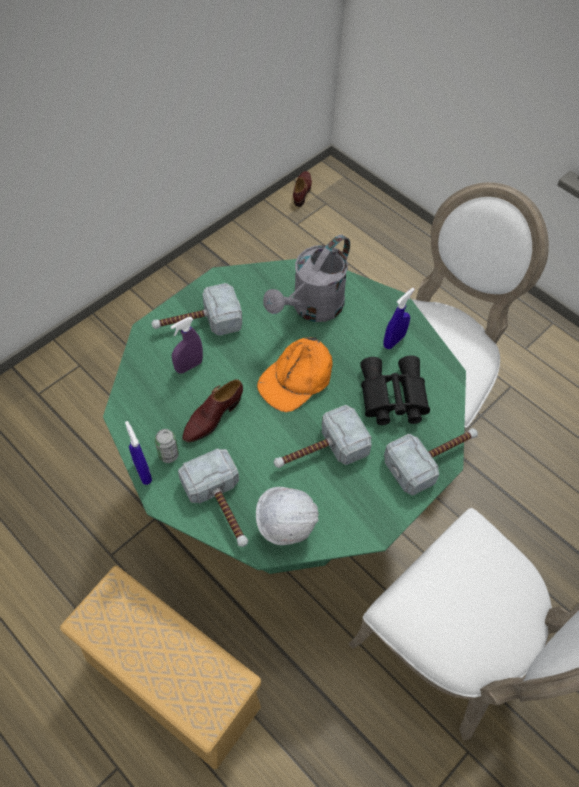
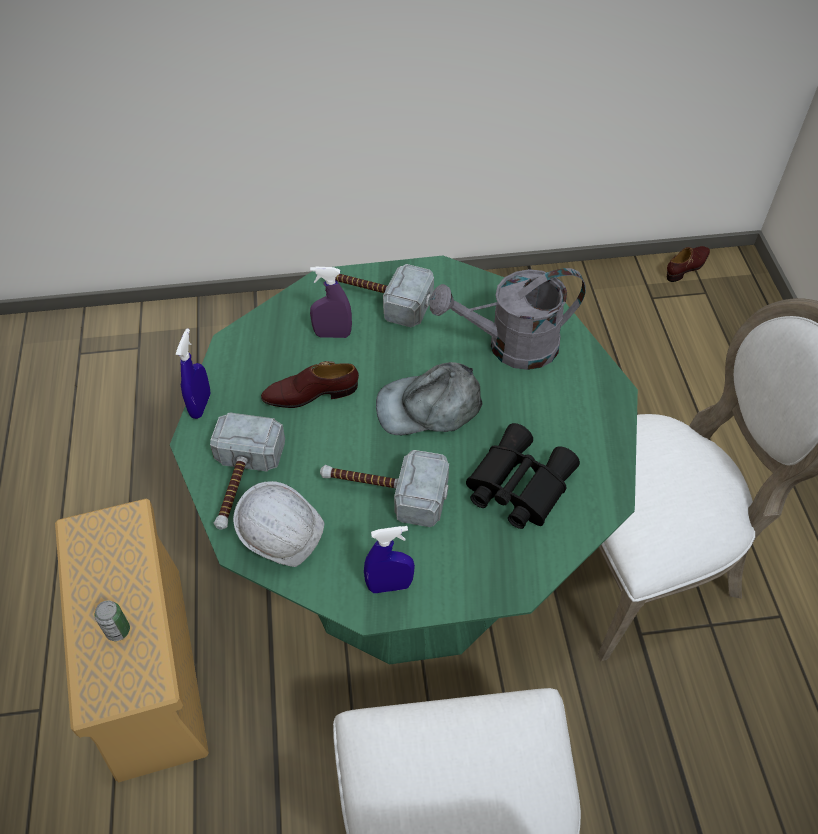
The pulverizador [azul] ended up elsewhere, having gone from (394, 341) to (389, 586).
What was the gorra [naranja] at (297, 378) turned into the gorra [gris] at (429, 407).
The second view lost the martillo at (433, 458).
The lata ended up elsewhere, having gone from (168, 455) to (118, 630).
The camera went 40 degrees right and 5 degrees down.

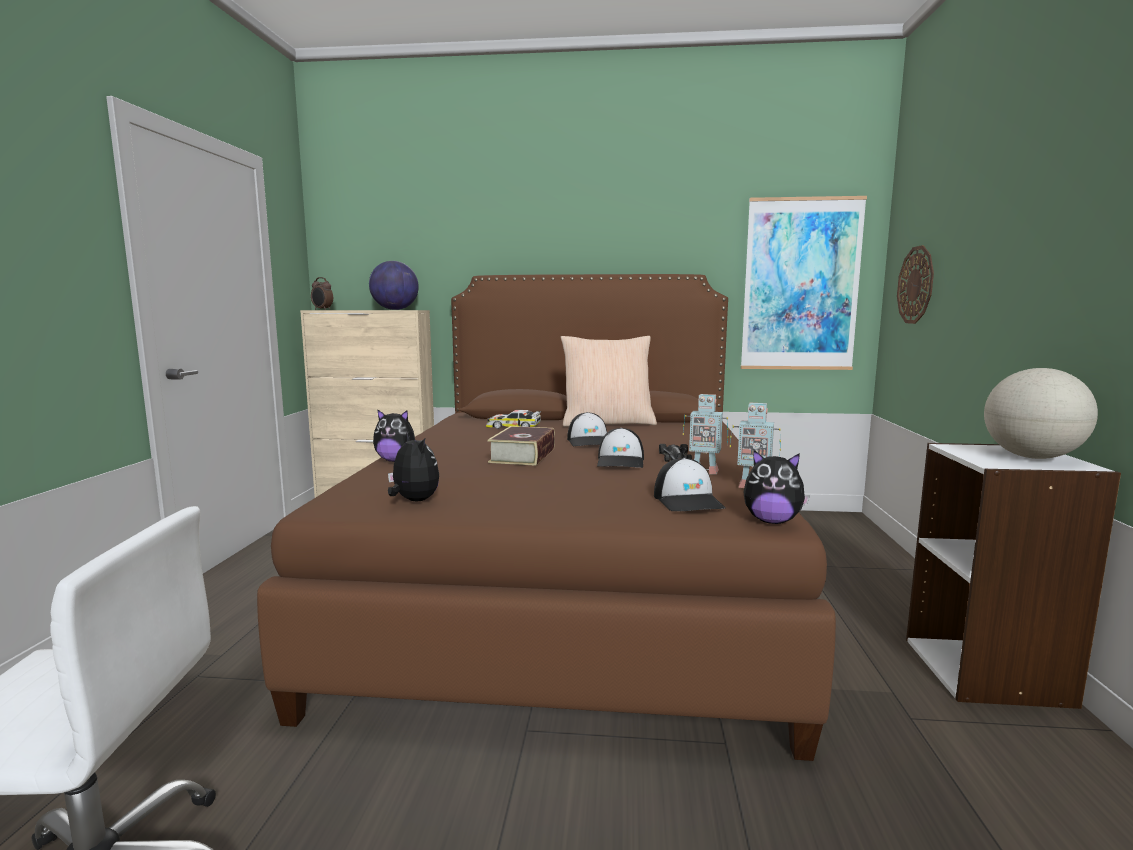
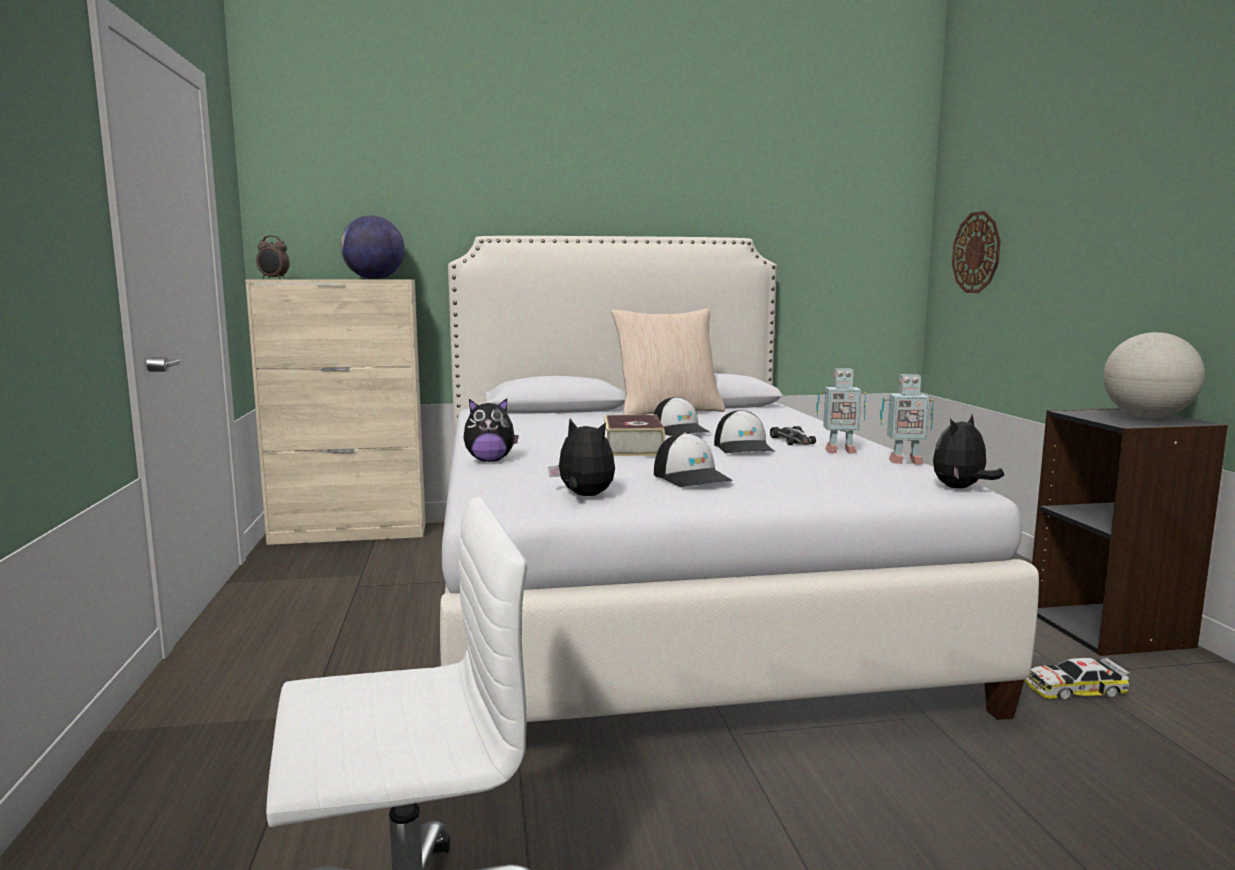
The second view lost the cuadro at (800, 285).
What was the cama [marrón] at (569, 580) turned into the cama [blanco] at (660, 594).
The coche de juguete ended up elsewhere, having gone from (513, 427) to (1074, 689).
What was the estantería [blanco] at (987, 671) turned into the estantería [negro] at (1110, 628).
The peluche at (772, 521) ended up facing another way, 135 degrees clockwise from before.
The gorra ended up elsewhere, having gone from (688, 501) to (692, 477).
The camera went 15 degrees left and 0 degrees up.

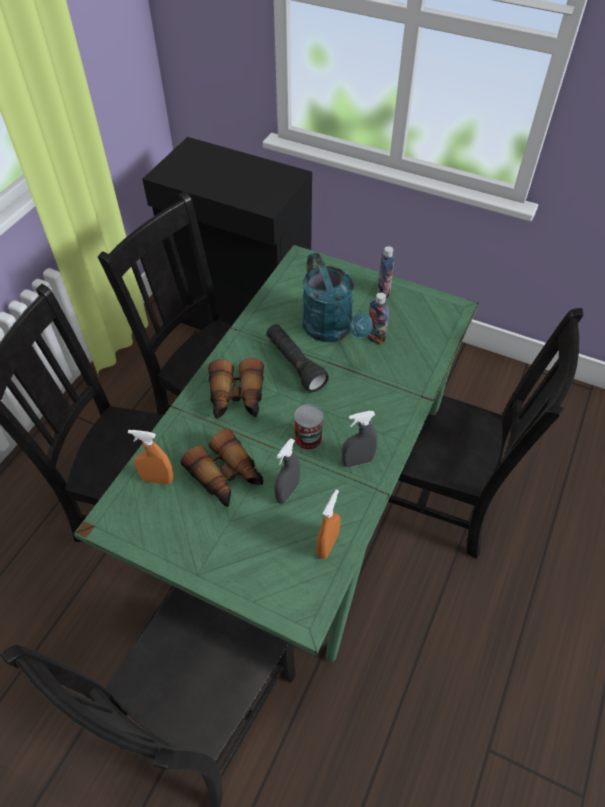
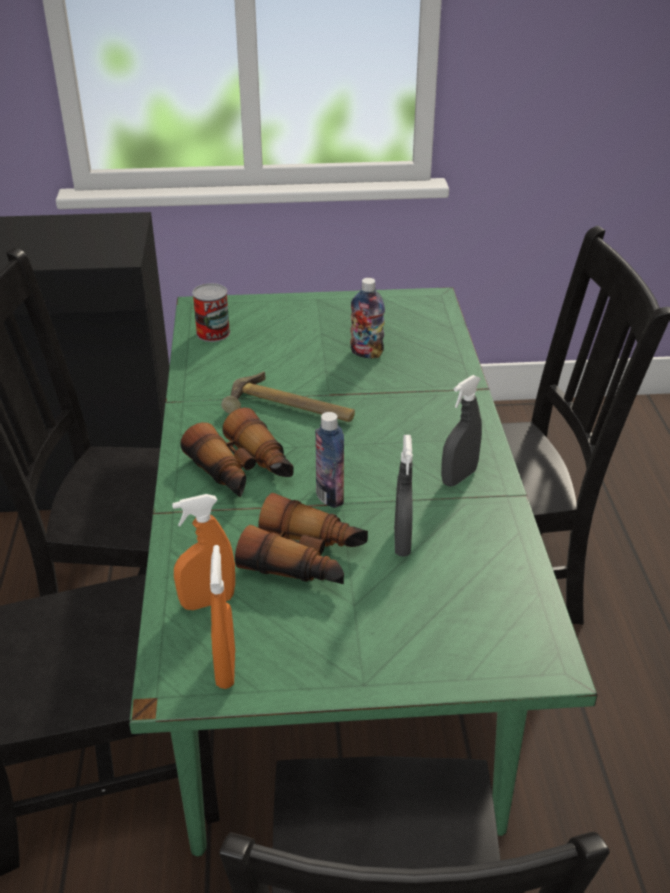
The botella ended up elsewhere, having gone from (383, 291) to (329, 496).
The second view lost the regadera [turquesa] at (332, 331).
Where the linterna [negro] stood at (294, 364), the martillo came to stand at (289, 411).
The lata ended up elsewhere, having gone from (308, 438) to (213, 333).
The pulverizador [naranja] ended up elsewhere, having gone from (327, 545) to (226, 668).
The camera went 30 degrees left and 15 degrees down.

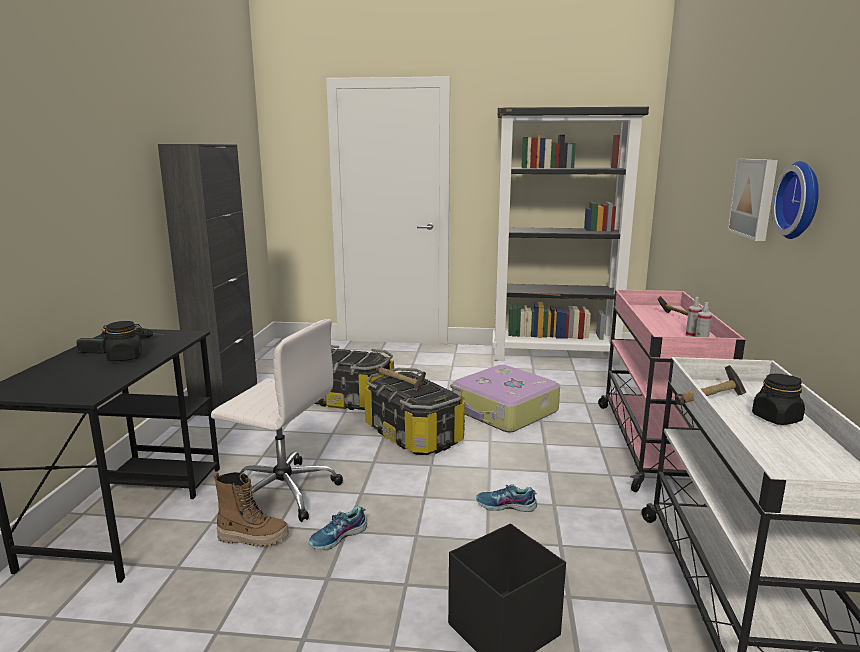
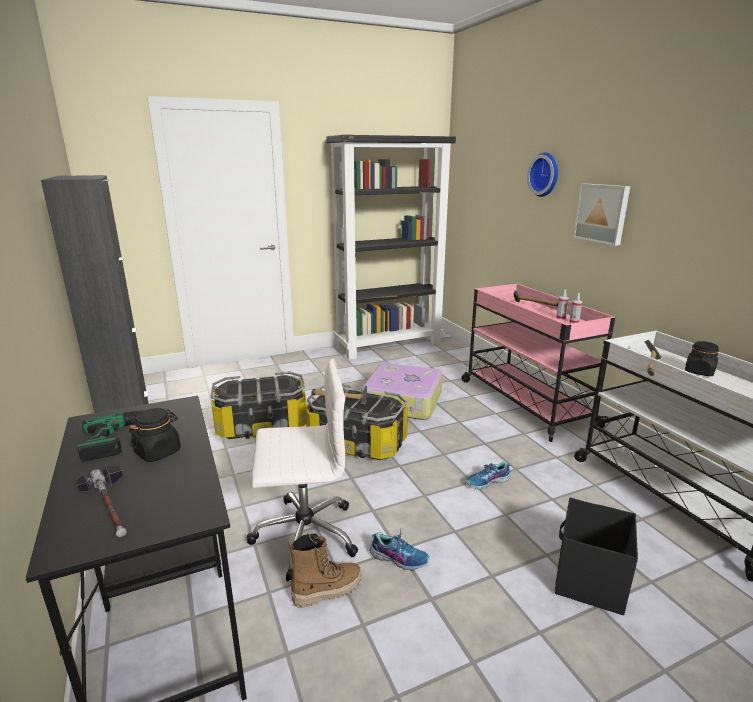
The reloj de pared ended up elsewhere, having gone from (802, 200) to (545, 174).
The zapato at (338, 537) ended up facing another way, 90 degrees counterclockwise from before.
The second view gained the martillo at (110, 505).
The camera went 30 degrees left and 5 degrees up.

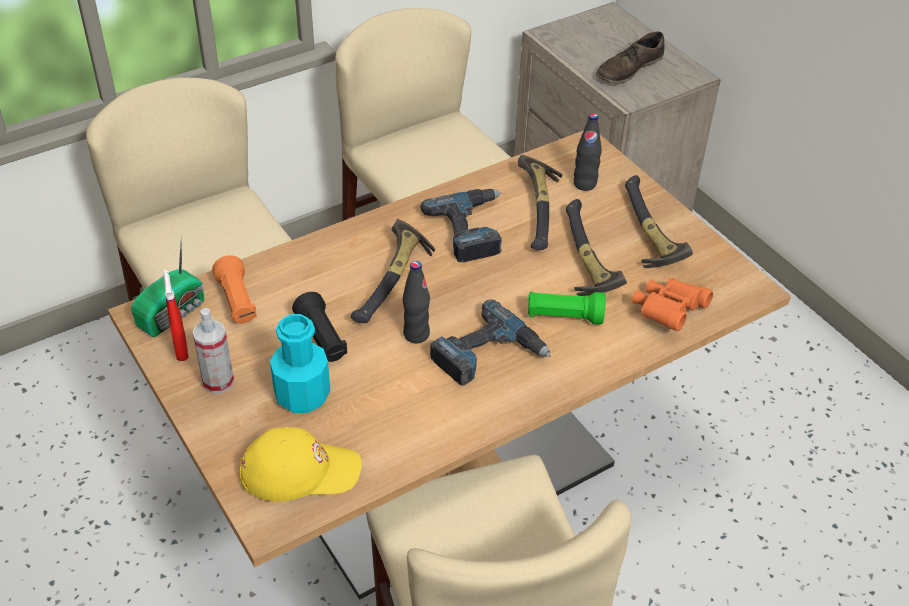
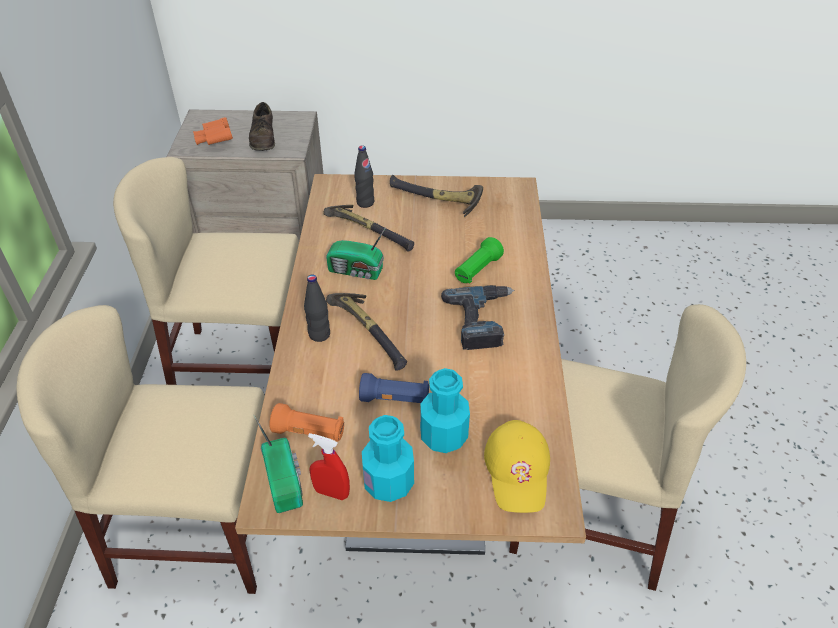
Where the taladro stood at (472, 229), the radio came to stand at (357, 271).
The second view lost the martillo at (584, 260).
The botella [negro] ended up elsewhere, having gone from (416, 334) to (319, 335).
The prismáticos [naranja] ended up elsewhere, having gone from (668, 312) to (215, 141).
What was the linterna [negro] at (322, 339) turned into the linterna [azul] at (395, 399).
Where the pulverizador stood at (218, 382), the botella [turquesa] came to stand at (389, 482).
The gorra [amarillo] at (300, 470) ended up facing another way, 150 degrees clockwise from before.
The camera went 55 degrees left and 0 degrees up.

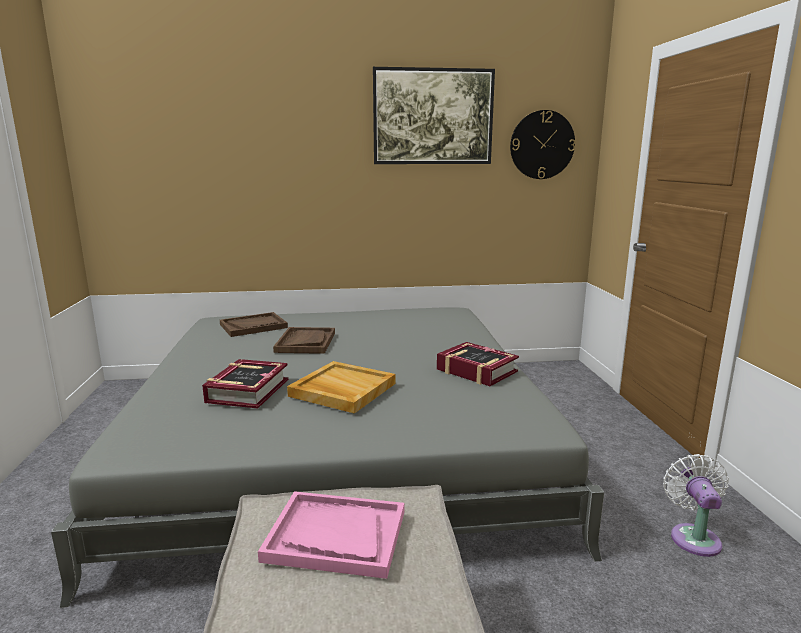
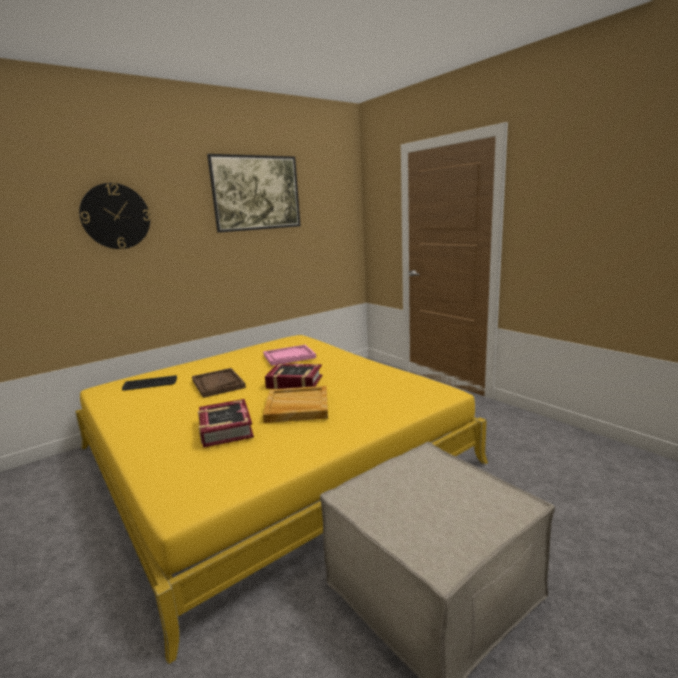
The reloj de pared ended up elsewhere, having gone from (542, 145) to (115, 216).
What was the cama [gris] at (341, 442) turned into the cama [amarillo] at (268, 455).
Where the bandeja [marrón] stood at (253, 326), the teclado came to stand at (150, 384).
The libro ended up elsewhere, having gone from (476, 371) to (294, 382).
The second view lost the ventilador [blanco] at (693, 536).
The bandeja [rosa] ended up elsewhere, having gone from (335, 536) to (289, 356).
The camera went 30 degrees left and 0 degrees up.

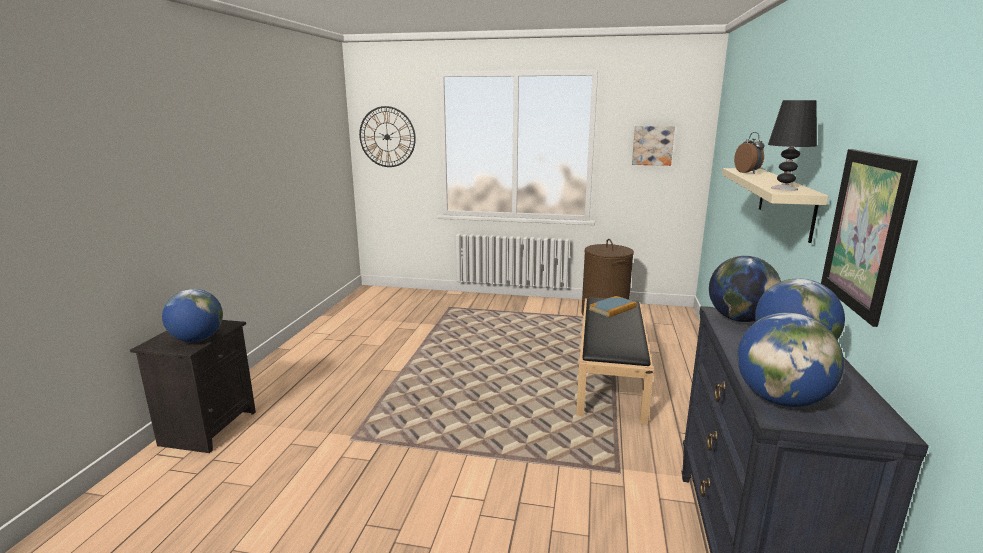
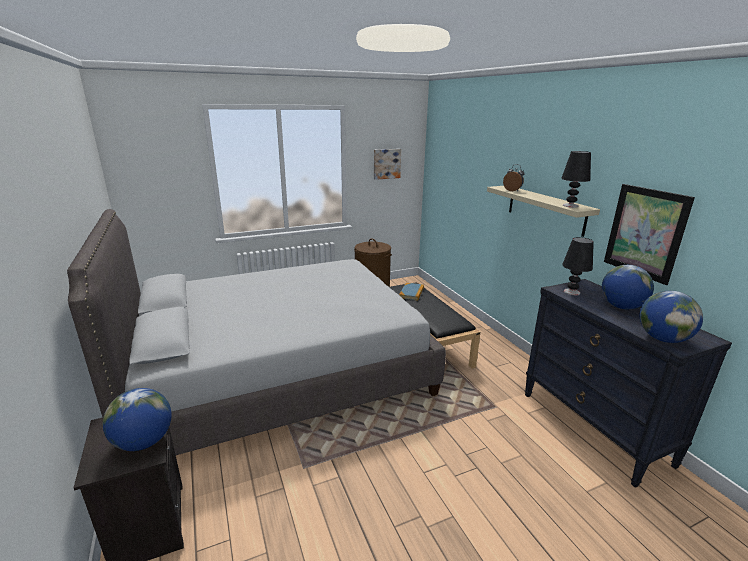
The second view lost the reloj de pared at (387, 137).
Where the globo terráqueo stood at (739, 320), the lámpara de mesa [negro] came to stand at (572, 292).
The second view gained the cama [gris] at (279, 373).
The camera went 35 degrees left and 5 degrees up.

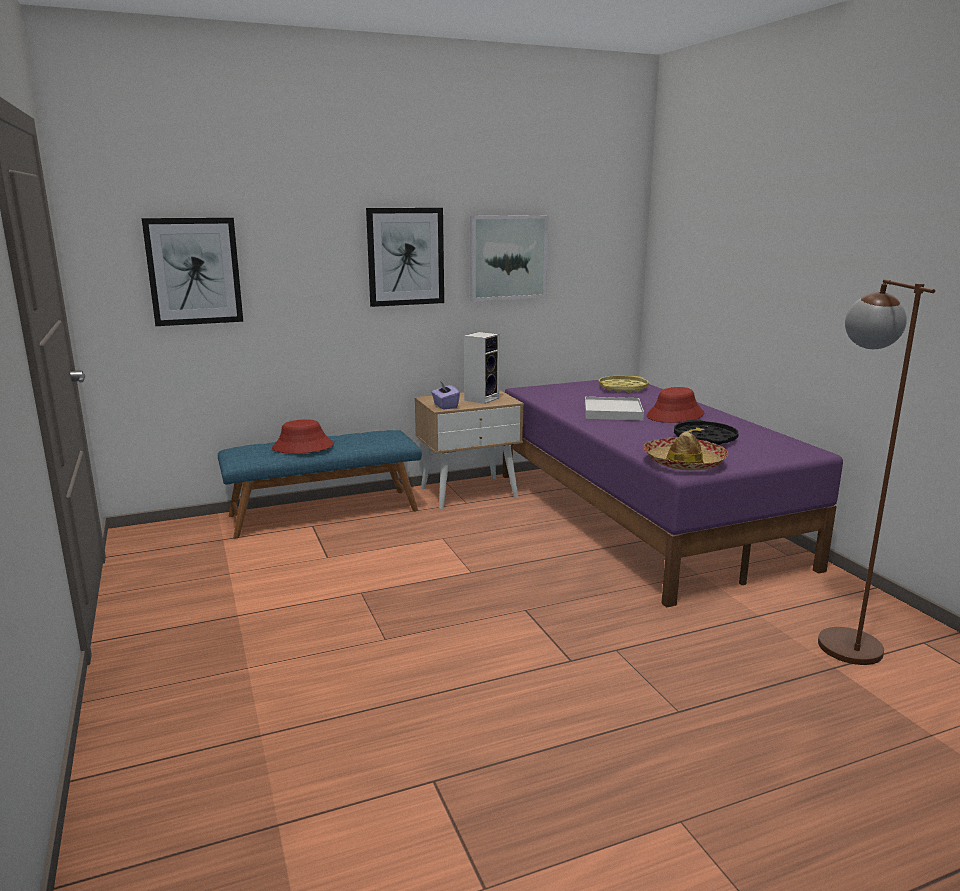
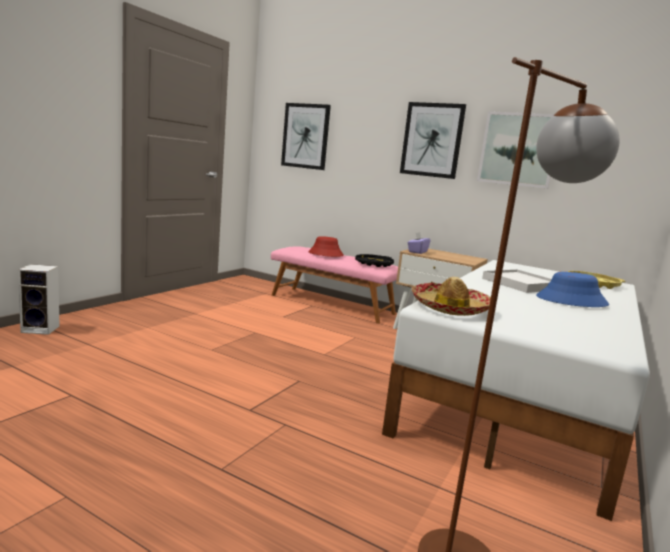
The altavoz ended up elsewhere, having gone from (481, 399) to (42, 329).
What was the cama [morado] at (641, 516) turned into the cama [blanco] at (523, 395).
What was the sombrero [rojo] at (675, 415) turned into the sombrero [azul] at (571, 301).
The bandeja [negro] ended up elsewhere, having gone from (704, 439) to (373, 264).
What was the banco [azul] at (324, 512) turned into the banco [rosa] at (332, 304).
The camera went 50 degrees right and 5 degrees down.

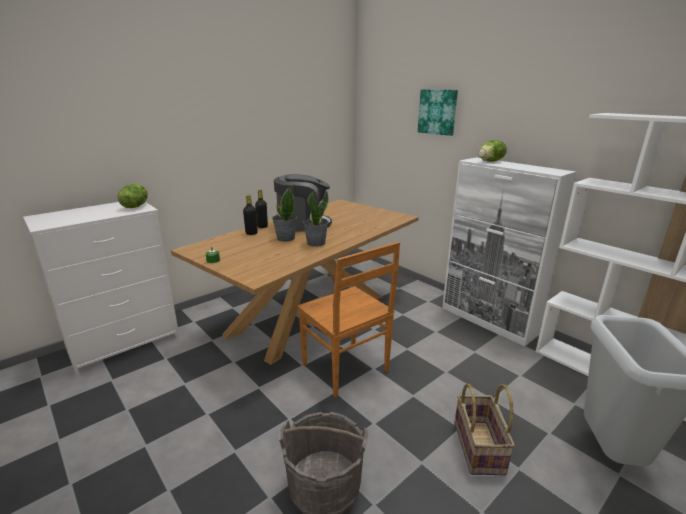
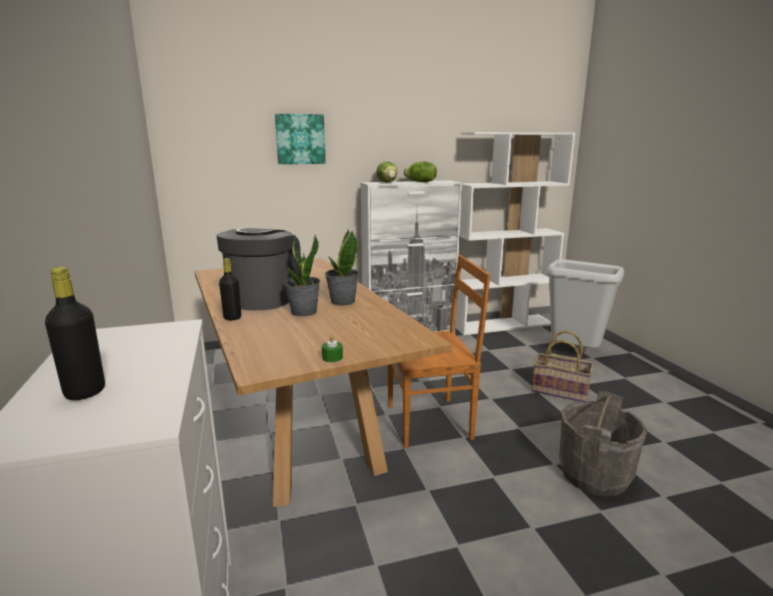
The lechuga ended up elsewhere, having gone from (135, 206) to (420, 182).
The botella [negro] ended up elsewhere, having gone from (251, 233) to (85, 392).
The camera went 65 degrees left and 5 degrees down.

